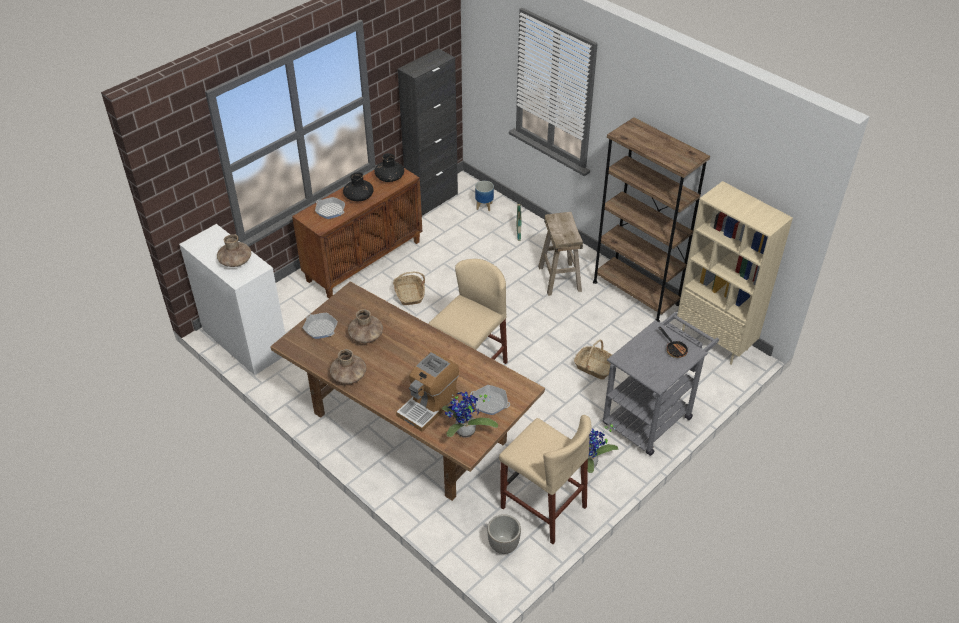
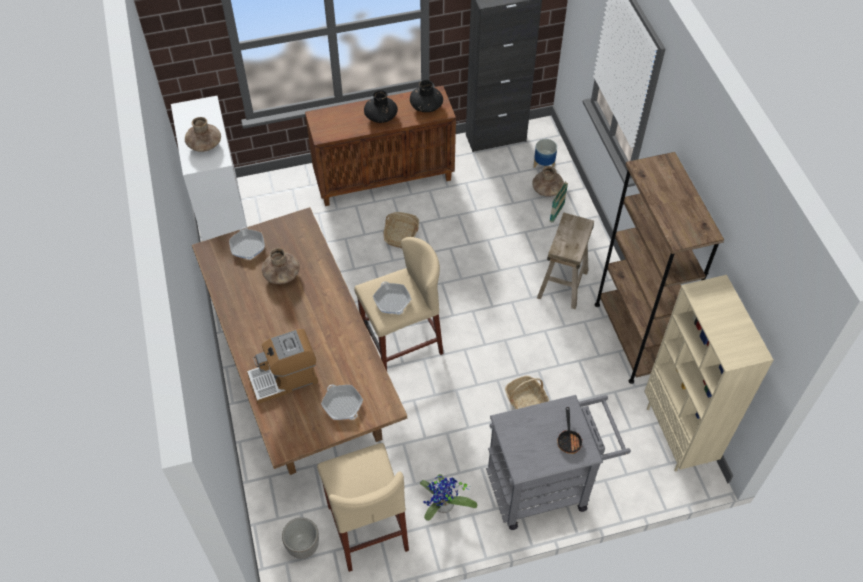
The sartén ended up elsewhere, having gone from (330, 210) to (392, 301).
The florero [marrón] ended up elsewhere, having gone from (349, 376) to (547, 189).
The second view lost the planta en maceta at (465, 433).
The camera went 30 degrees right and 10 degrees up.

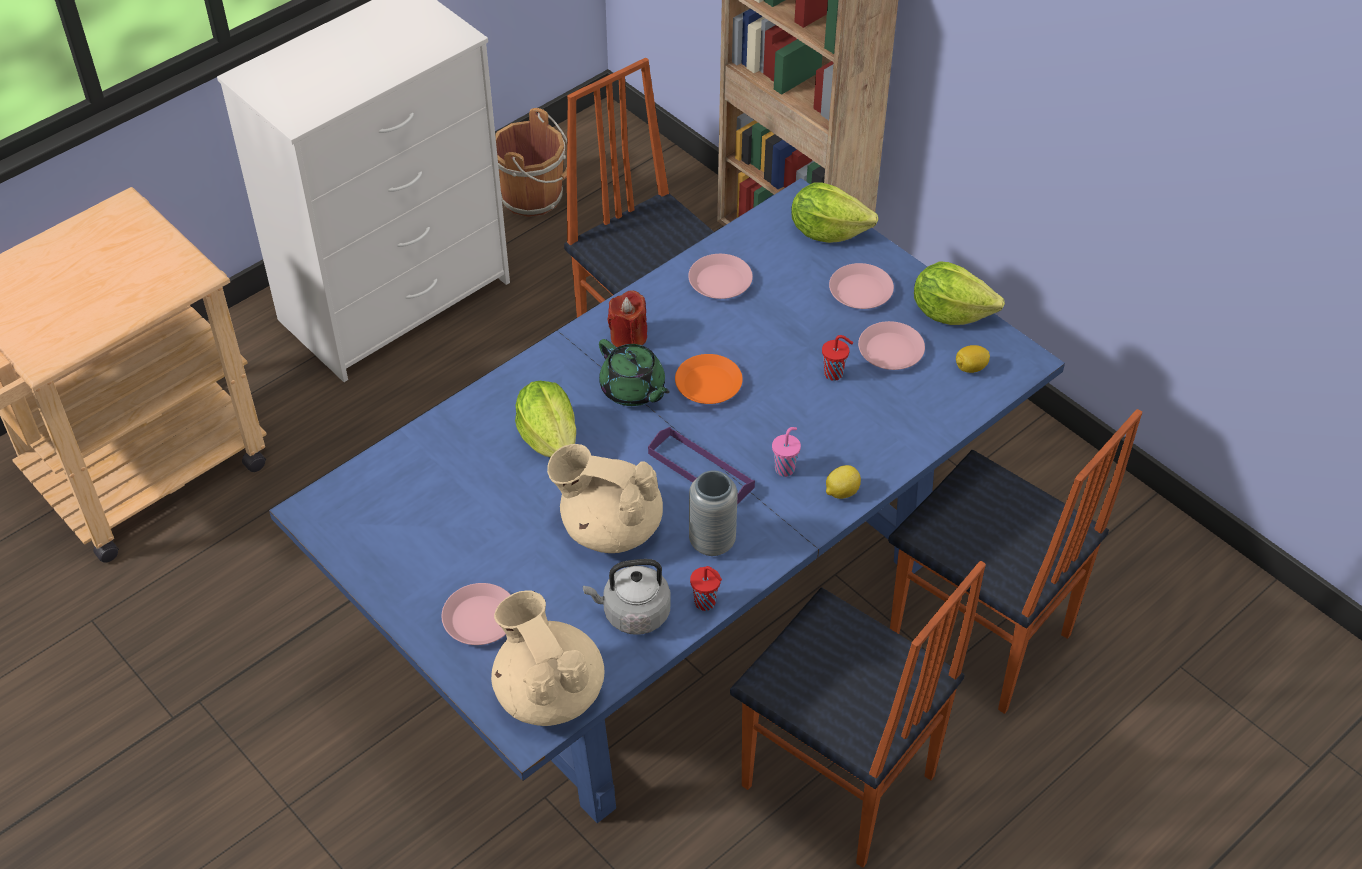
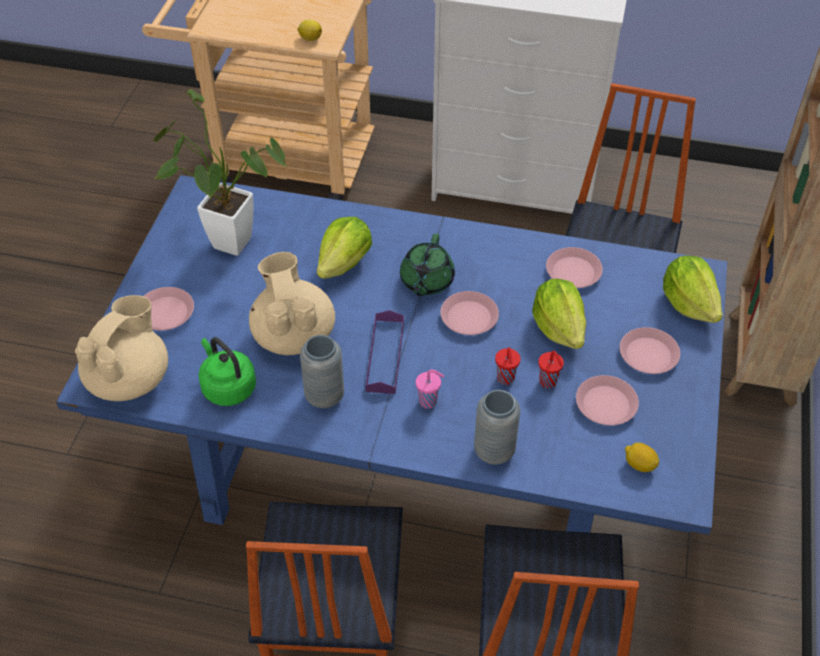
The second view lost the cubo [marrón] at (534, 196).
The lechuga ended up elsewhere, having gone from (950, 312) to (559, 328).
The second view lost the vela [rojo] at (628, 337).
What was the plato [naranja] at (708, 384) turned into the plato [rosa] at (468, 317).
The limón ended up elsewhere, having gone from (841, 492) to (310, 38).
What was the hervidor [gris] at (632, 613) turned into the hervidor [verde] at (227, 387).
The taza [rojo] ended up elsewhere, having gone from (706, 603) to (505, 379).
The second view gained the planta en maceta at (224, 240).
The second view gained the florero [gris] at (494, 451).
The camera went 55 degrees right and 0 degrees up.

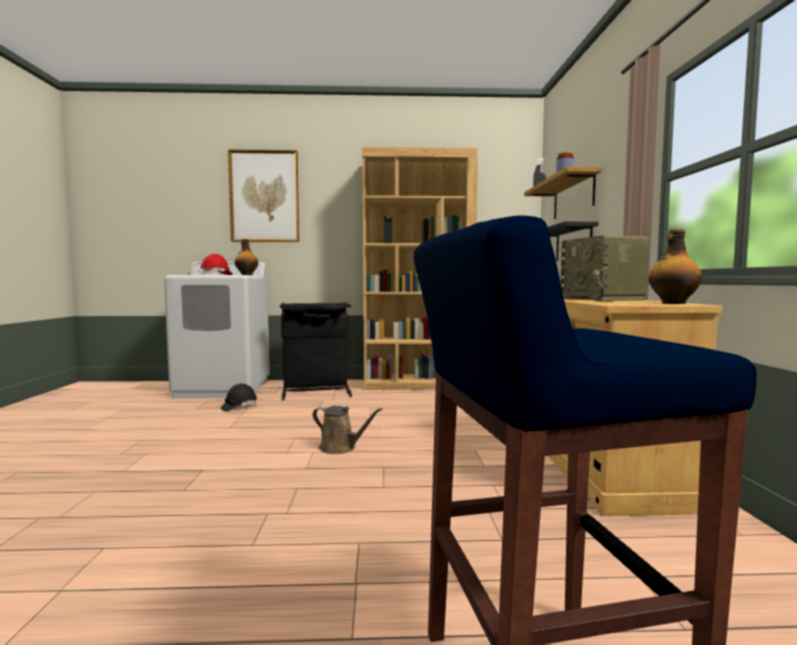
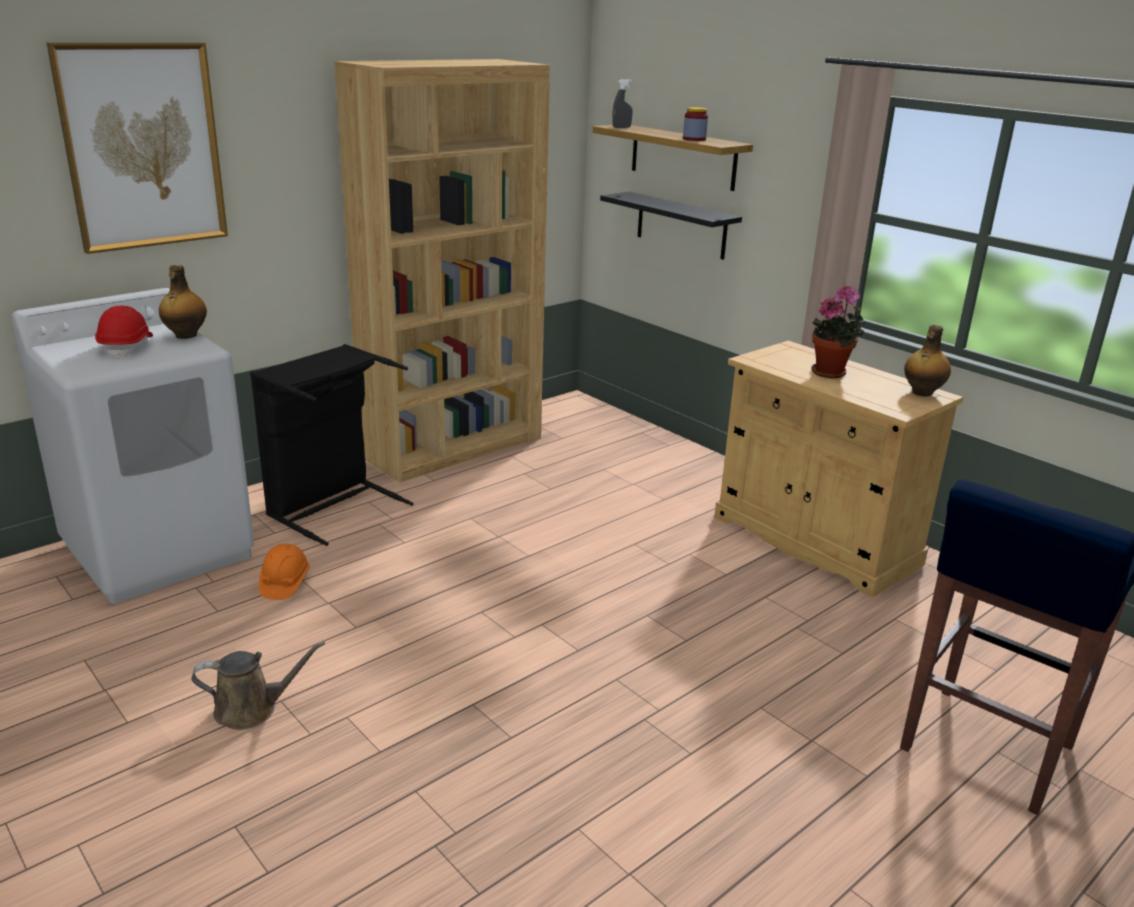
Where the radio stood at (602, 299), the planta en maceta came to stand at (831, 373).
What was the casco [negro] at (239, 407) turned into the casco [naranja] at (284, 583).
The regadera [marrón] ended up elsewhere, having gone from (340, 448) to (252, 709).
The camera went 40 degrees left and 20 degrees up.

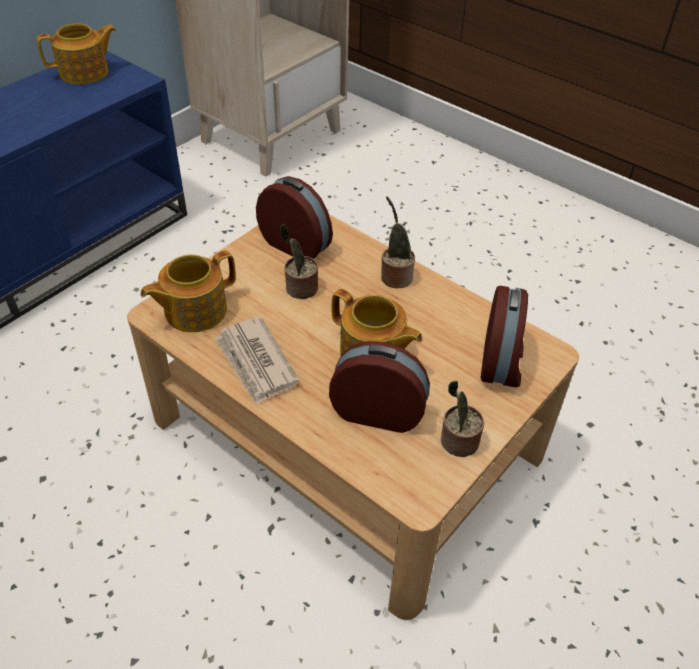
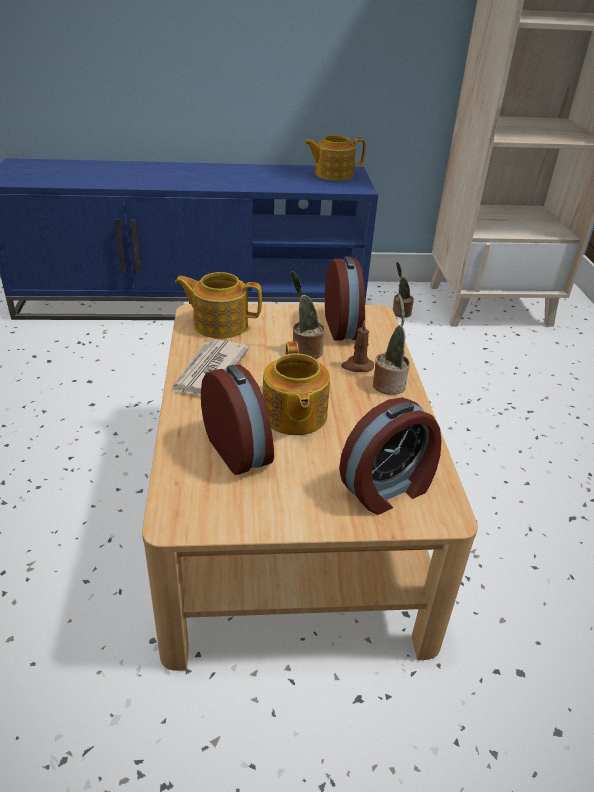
The tetera at (85, 73) ended up facing another way, 150 degrees clockwise from before.
The planta en maceta ended up elsewhere, having gone from (457, 442) to (400, 312).
The second view gained the vela [marrón] at (357, 366).
The camera went 45 degrees right and 10 degrees down.

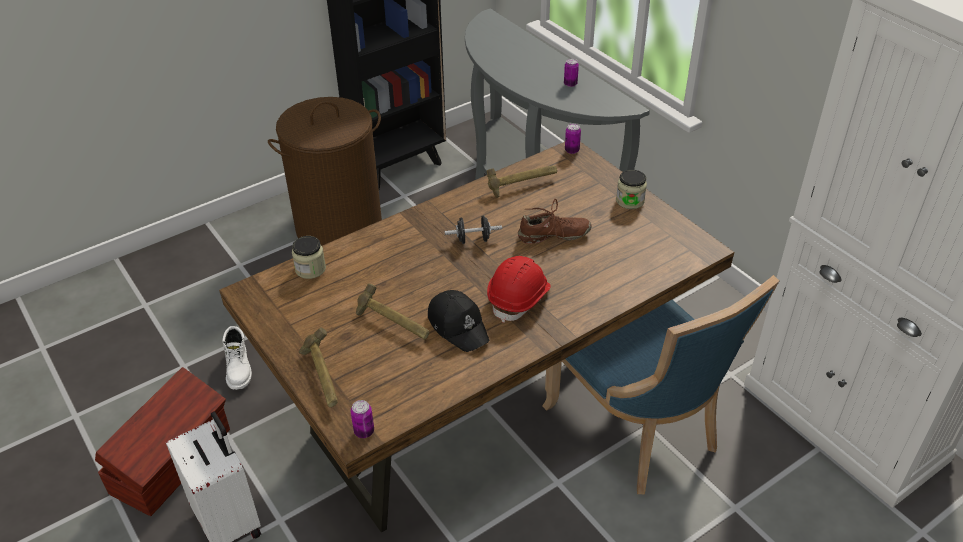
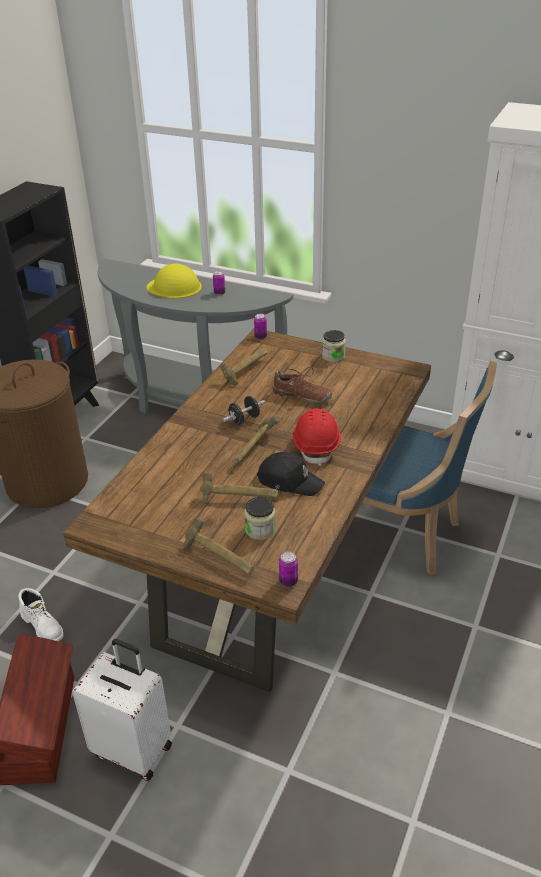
The zapato [marrón] at (553, 236) ended up facing another way, 60 degrees clockwise from before.
The tarro ended up elsewhere, having gone from (310, 269) to (260, 530).
The second view gained the casco [amarillo] at (174, 287).
The second view gained the martillo at (254, 448).
The camera went 30 degrees left and 5 degrees down.

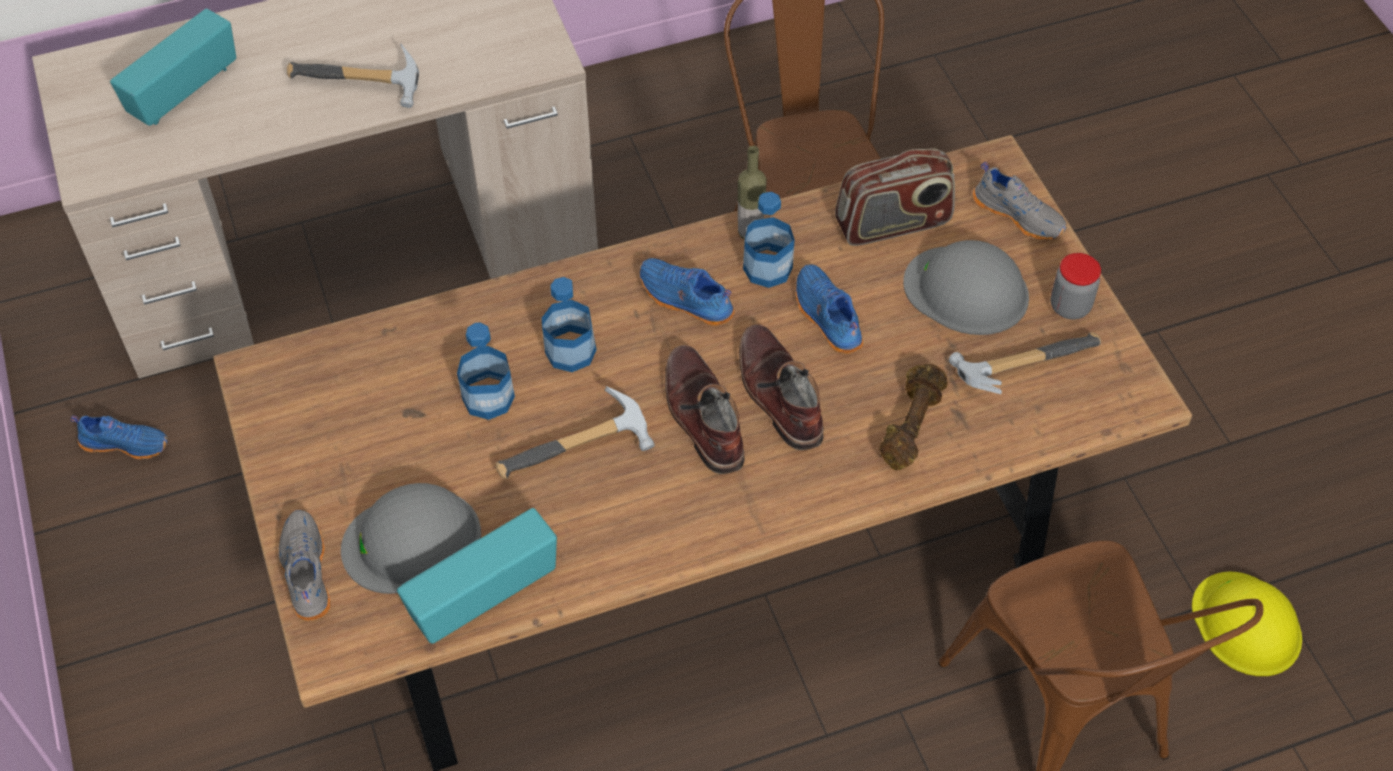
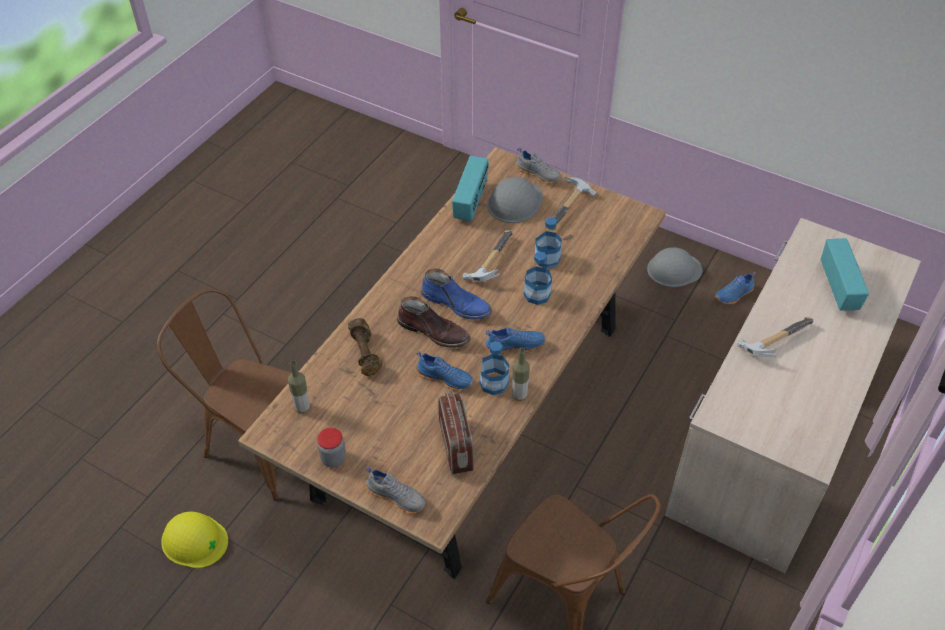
The radio at (893, 224) ended up facing another way, 135 degrees clockwise from before.
The zapato [gris] at (1019, 215) ended up facing another way, 150 degrees counterclockwise from before.
The casco [gris] ended up elsewhere, having gone from (966, 290) to (674, 269).
The martillo ended up elsewhere, having gone from (1019, 364) to (570, 209).
What was the bota [marrón] at (702, 416) turned into the bota [azul] at (457, 303).
The second view gained the botella at (302, 407).
The camera went 140 degrees right and 5 degrees down.

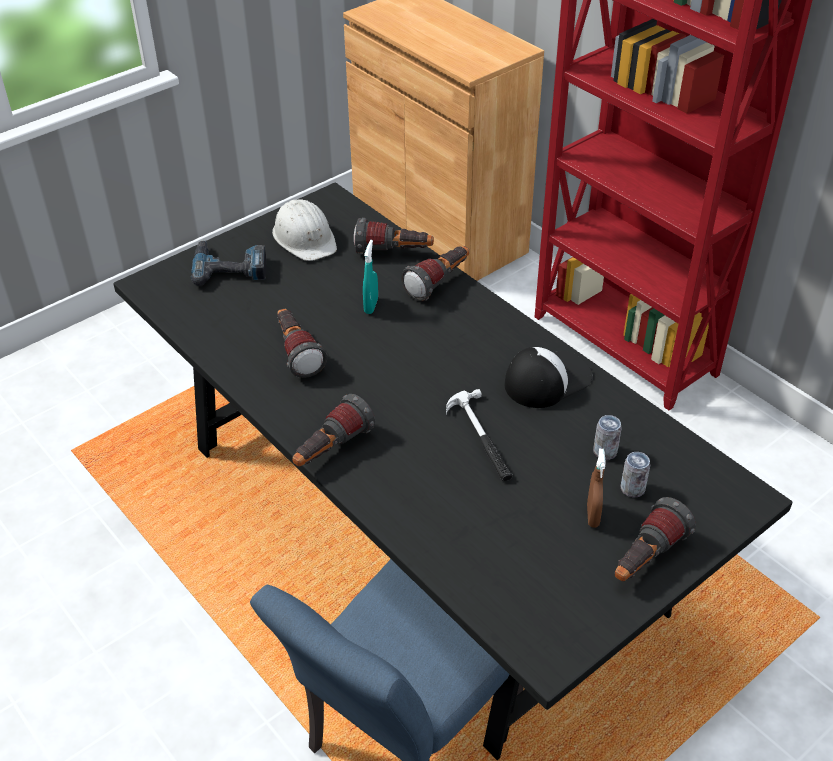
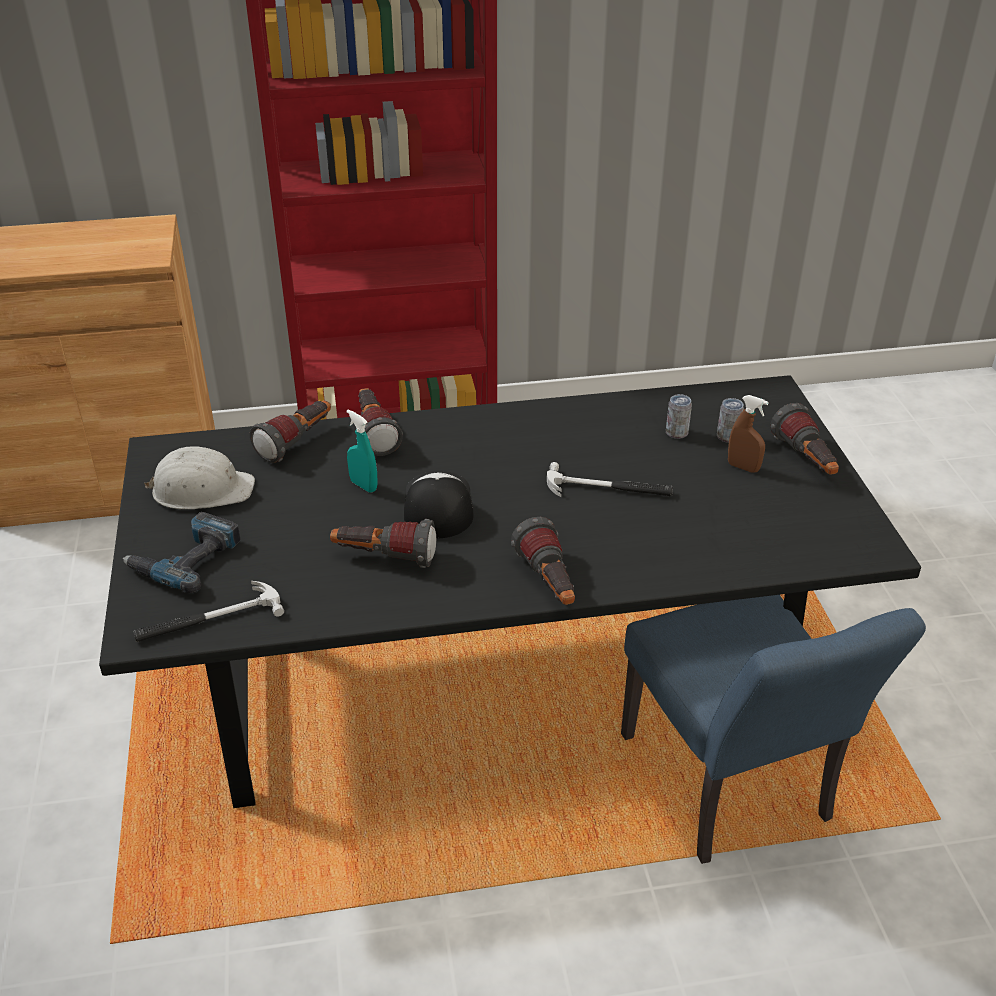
The gorra ended up elsewhere, having gone from (546, 380) to (437, 506).
The second view gained the martillo at (208, 619).
The camera went 60 degrees left and 5 degrees down.

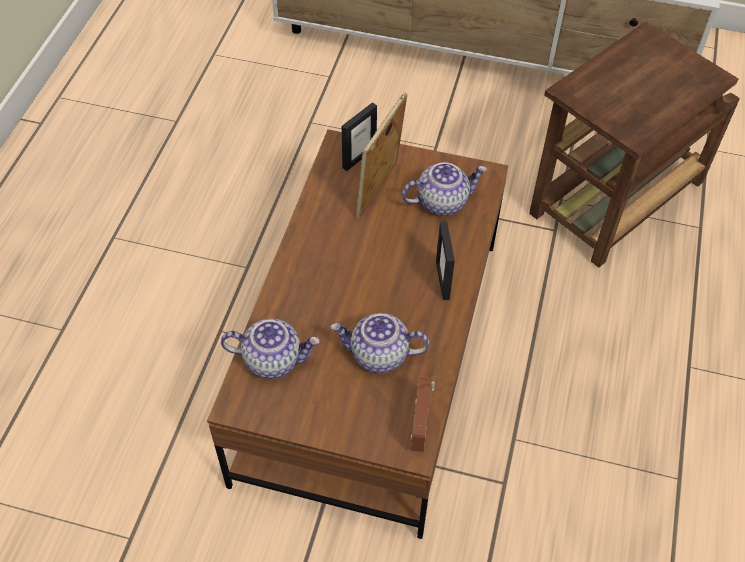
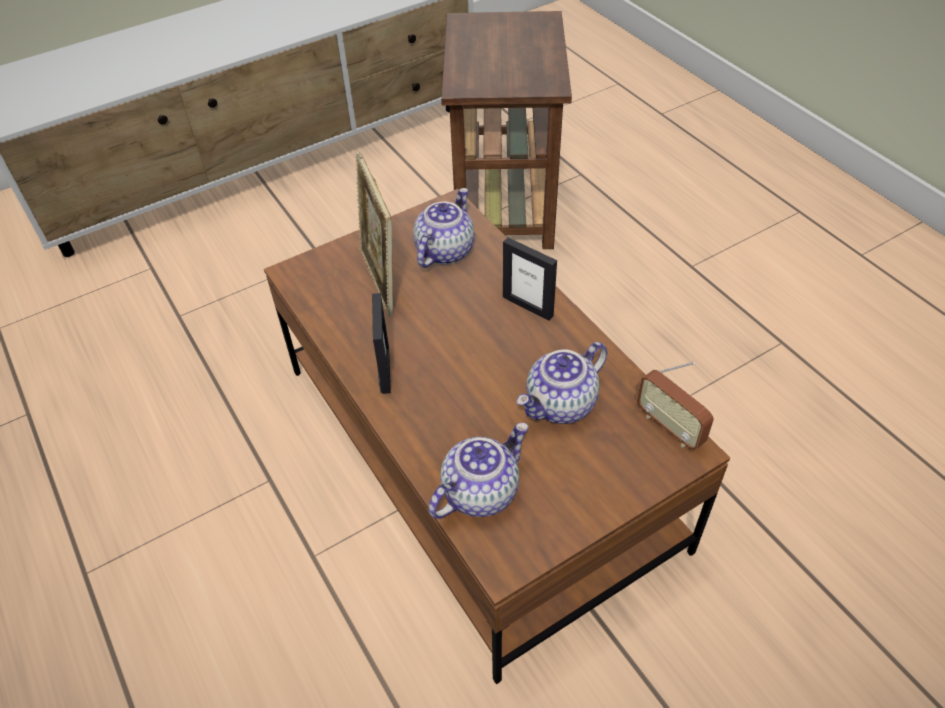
The portarretratos ended up elsewhere, having gone from (359, 157) to (385, 370).
The camera went 45 degrees left and 5 degrees down.

